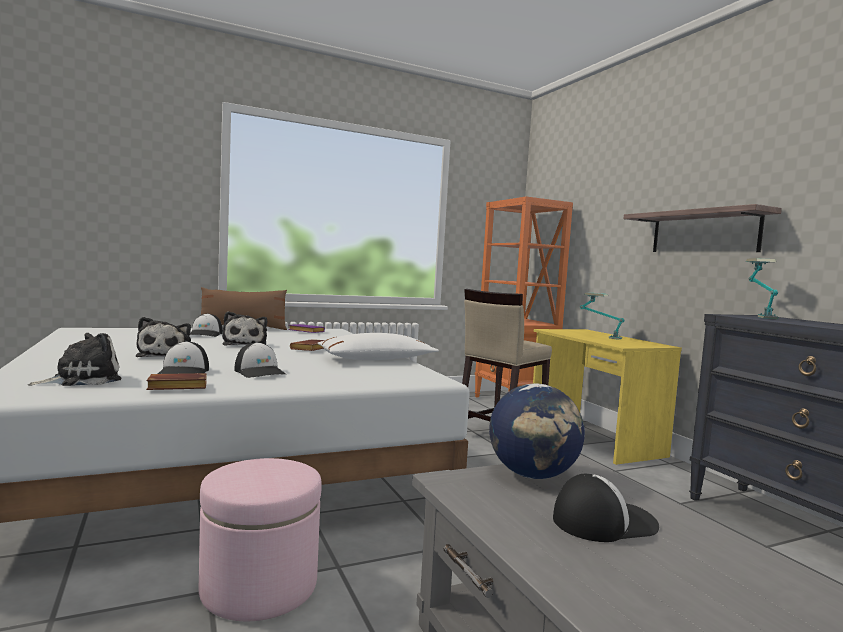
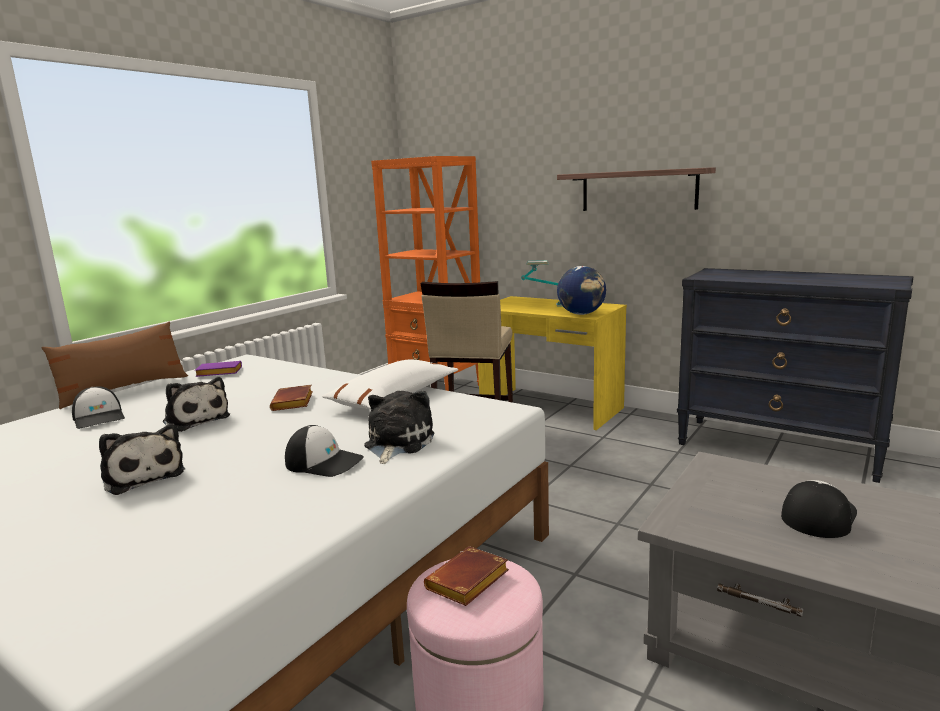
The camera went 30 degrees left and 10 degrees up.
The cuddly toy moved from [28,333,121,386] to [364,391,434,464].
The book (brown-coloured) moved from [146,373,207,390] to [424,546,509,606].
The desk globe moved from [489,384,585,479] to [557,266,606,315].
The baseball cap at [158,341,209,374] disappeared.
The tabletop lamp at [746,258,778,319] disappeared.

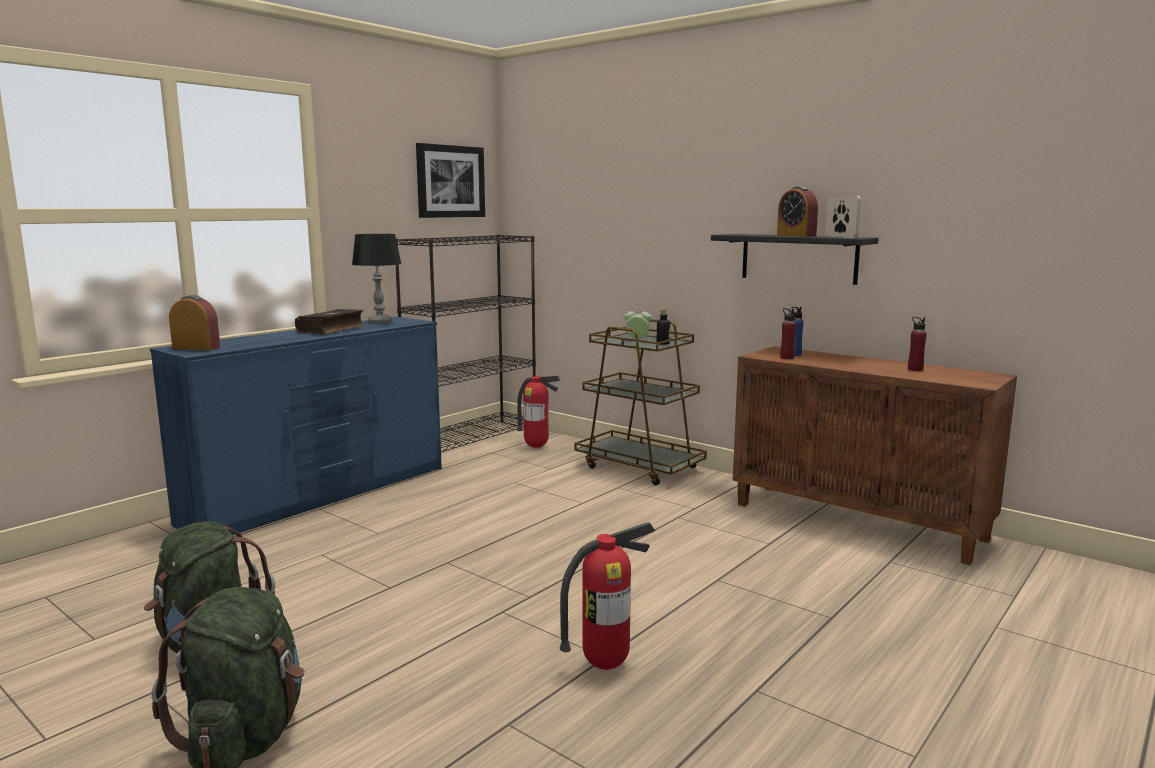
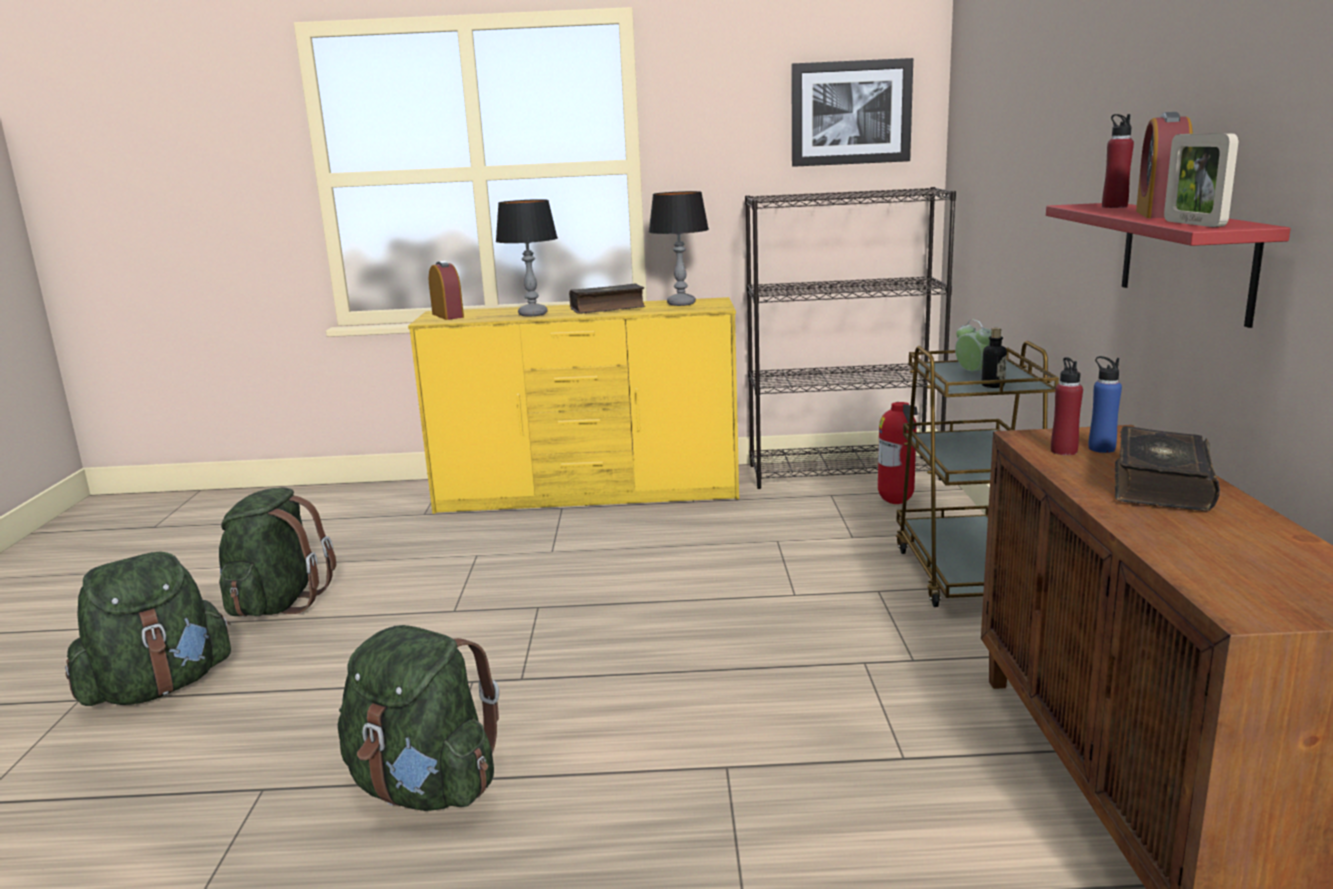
The camera went 50 degrees right and 5 degrees up.
The fire extinguisher at [560,522,655,670] was replaced by the rucksack (green-coloured) at [338,625,499,811].
The dresser (blue-coloured) at [150,317,442,535] became the dresser (yellow-coloured) at [408,297,739,514].
The tabletop lamp at [496,199,558,317] appeared.
The bracket shelf (black-coloured) at [711,234,879,285] became the bracket shelf (reddish) at [1046,203,1290,328].
The drink bottle (reddish) moved from [908,317,927,371] to [1102,114,1134,208].
The book at [1115,426,1220,511] appeared.
The standing frame at [825,196,861,238] turned 150 degrees clockwise.

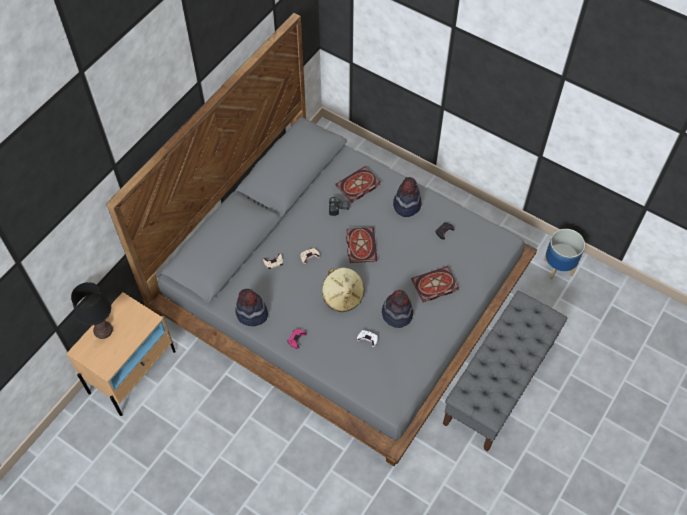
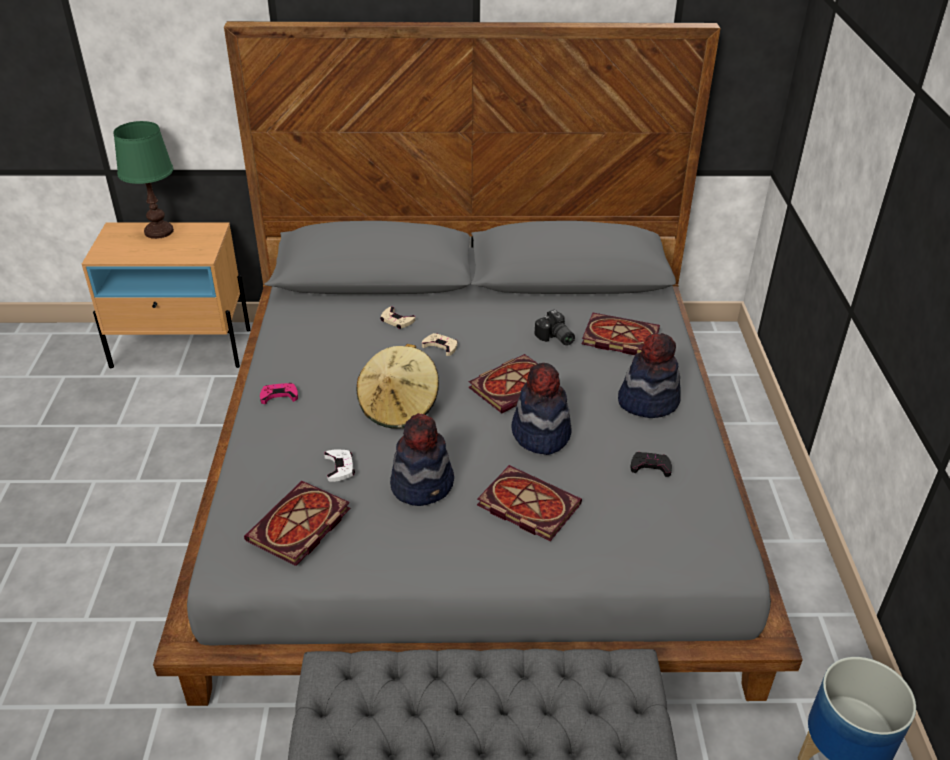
The camera went 55 degrees right and 20 degrees down.
The tabletop lamp (black-coloured) at [71,282,113,339] became the tabletop lamp (green-coloured) at [113,121,174,239].
The book at [244,481,350,566] appeared.
The clothing hat moved from [235,289,268,326] to [511,363,572,455].

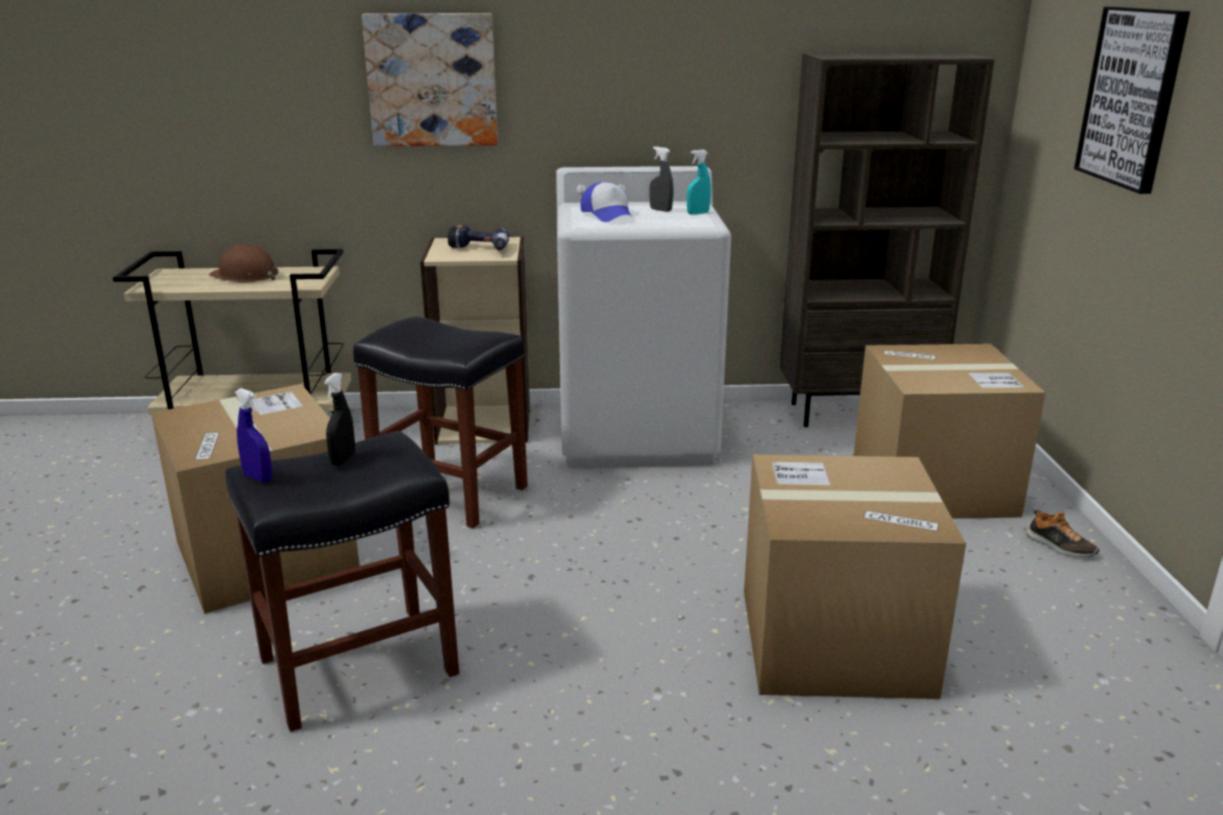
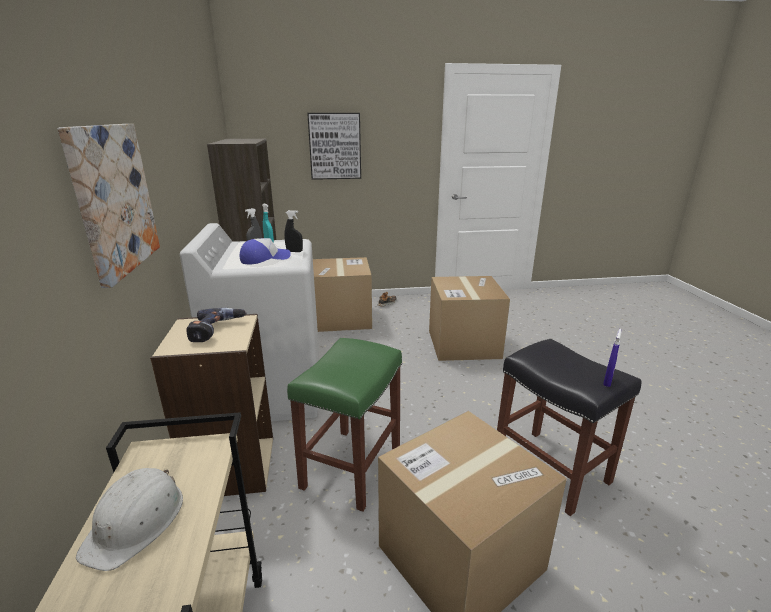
The camera went 95 degrees left and 0 degrees up.
The safety helmet (brown-coloured) at [209,244,279,282] became the safety helmet (whitish) at [76,468,183,571].
The sprayer (black-coloured) moved from [324,373,355,465] to [284,210,303,252].
The stool seat (black-coloured) at [353,316,528,528] became the stool seat (green-coloured) at [287,338,402,512].

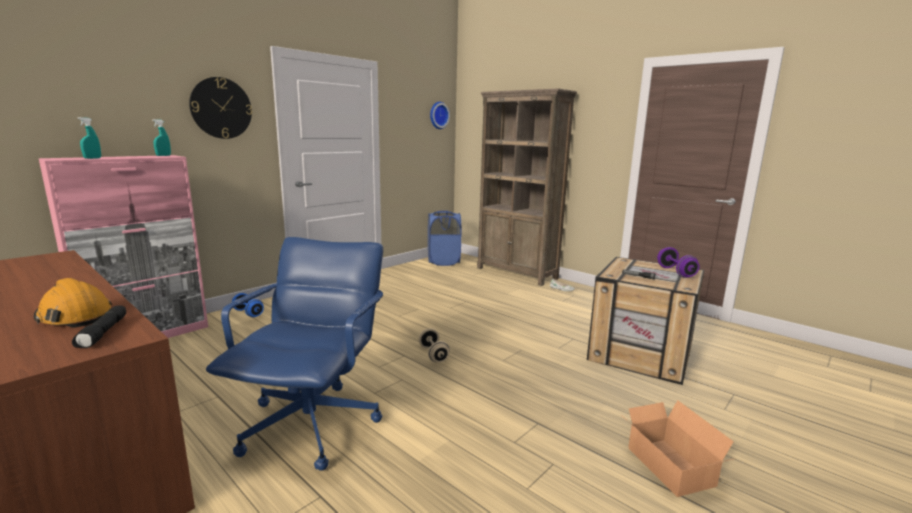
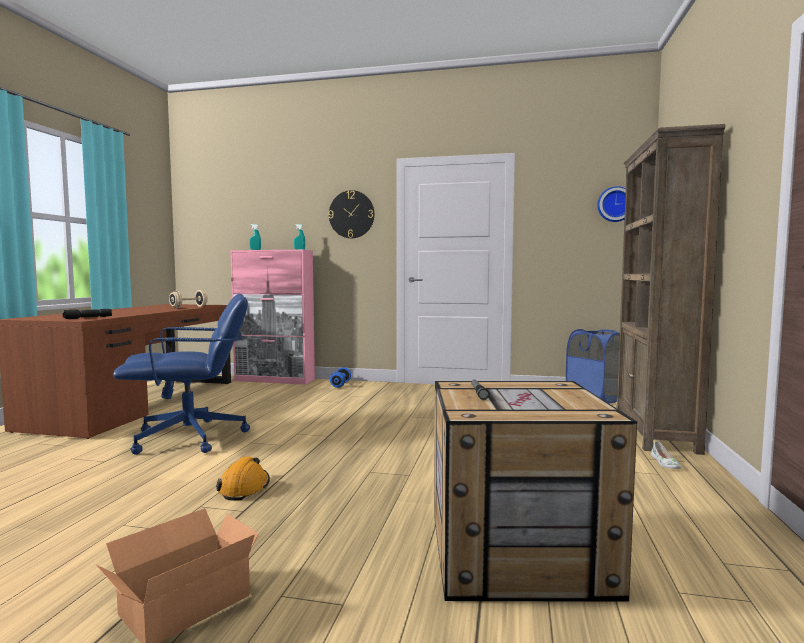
The camera went 60 degrees right and 10 degrees down.
The free weight (beige-coloured) moved from [419,328,450,363] to [169,290,208,308].
The safety helmet (orange-coloured) moved from [34,278,112,328] to [216,456,270,501].
The free weight (purple) at [657,247,700,278] disappeared.

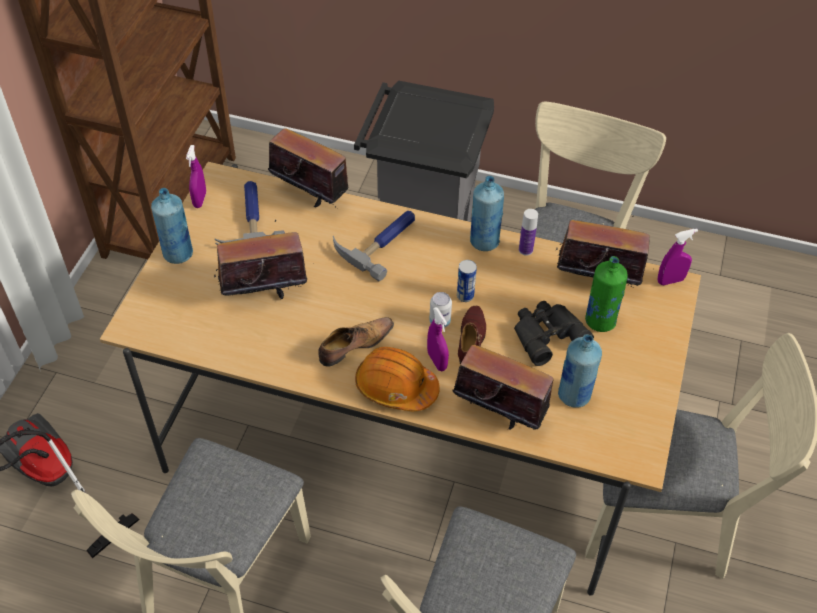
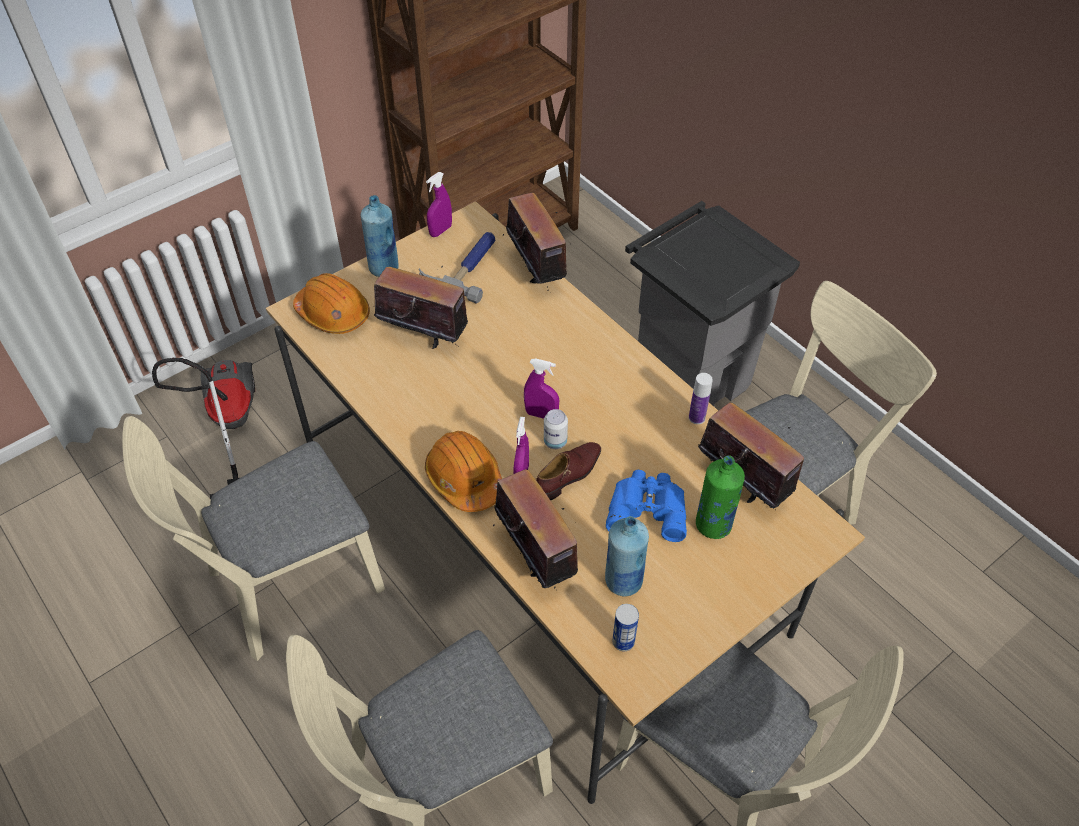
The camera went 35 degrees right and 0 degrees up.
The safety helmet (orange-coloured) at [293,273,370,334] appeared.
The sprayer (purple) moved from [658,229,698,285] to [524,359,559,419].
The field glasses (black-coloured) at [514,301,594,366] became the field glasses (blue-coloured) at [606,470,687,542].
The can moved from [457,260,477,302] to [612,604,639,651].
The low shoe at [318,317,394,367] disappeared.
The hammer at [333,211,415,281] disappeared.
The drink bottle (blue-coloured) at [470,176,504,251] disappeared.

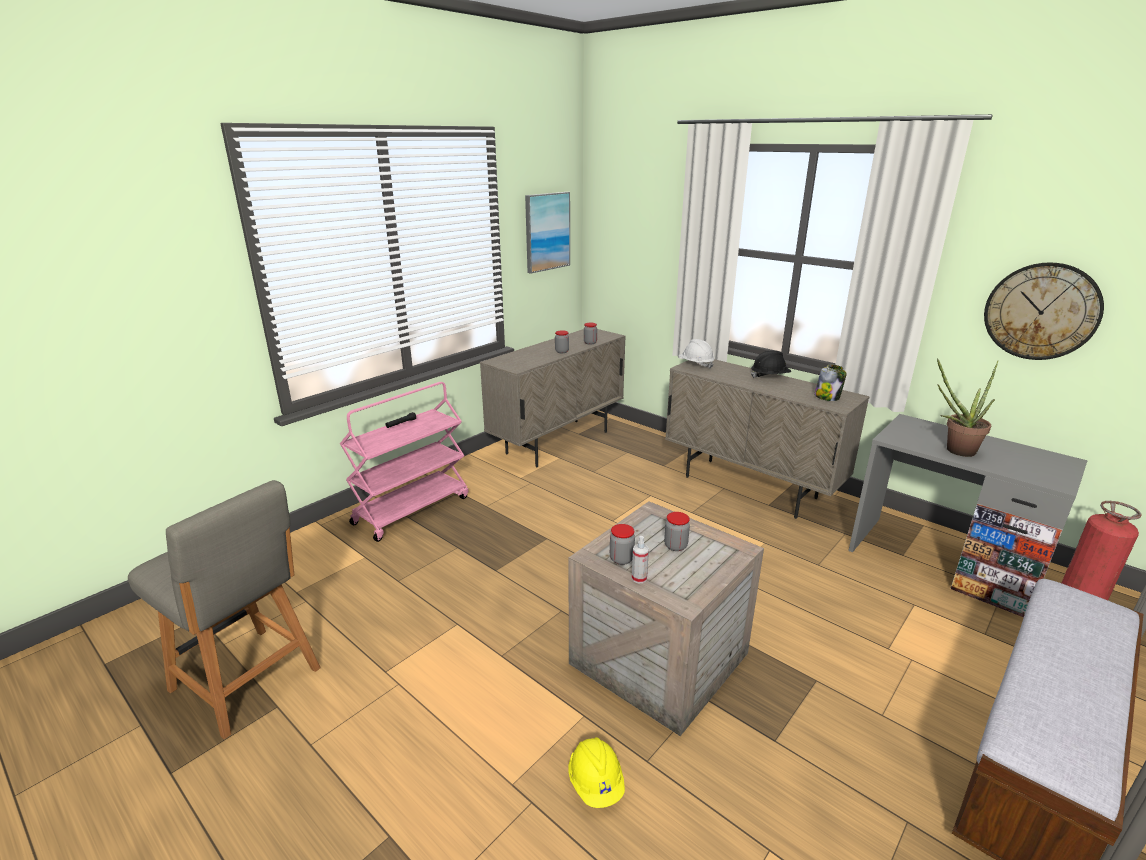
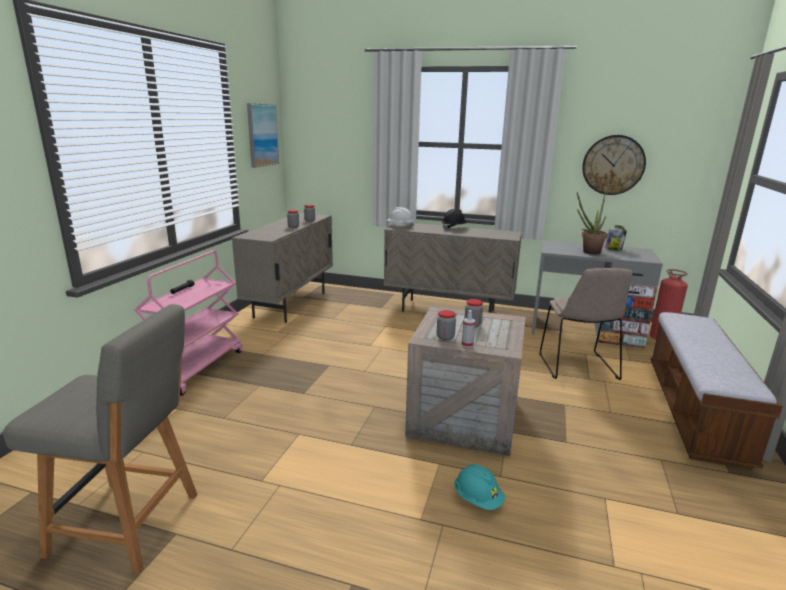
The camera went 25 degrees left and 5 degrees down.
The safety helmet (yellow-coloured) at [568,737,625,808] became the safety helmet (turquoise) at [454,464,505,510].
The chair (beige-coloured) at [539,268,632,380] appeared.
The storage jar moved from [814,365,847,401] to [604,225,627,251].

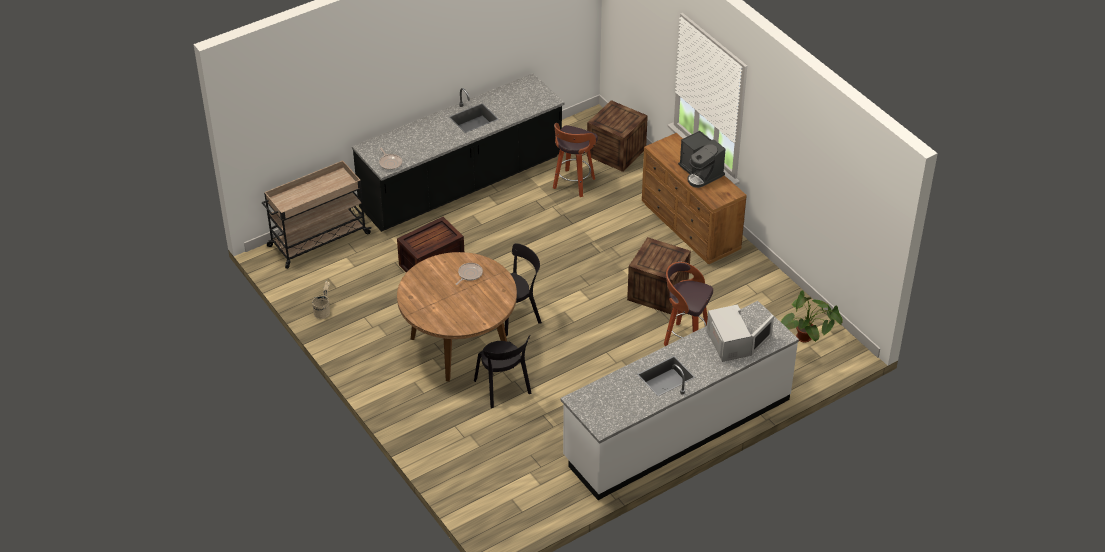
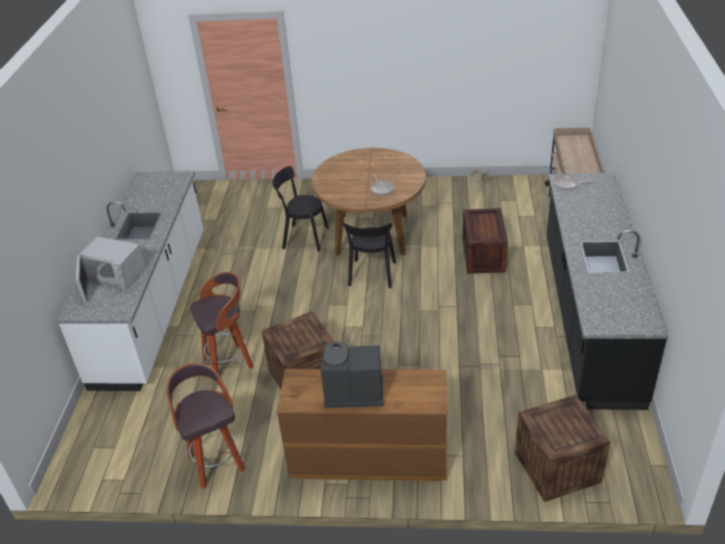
The camera went 130 degrees right and 5 degrees down.
The stool seat moved from [553,123,598,197] to [166,363,245,488].
The plant in a pot at [781,290,843,343] disappeared.

